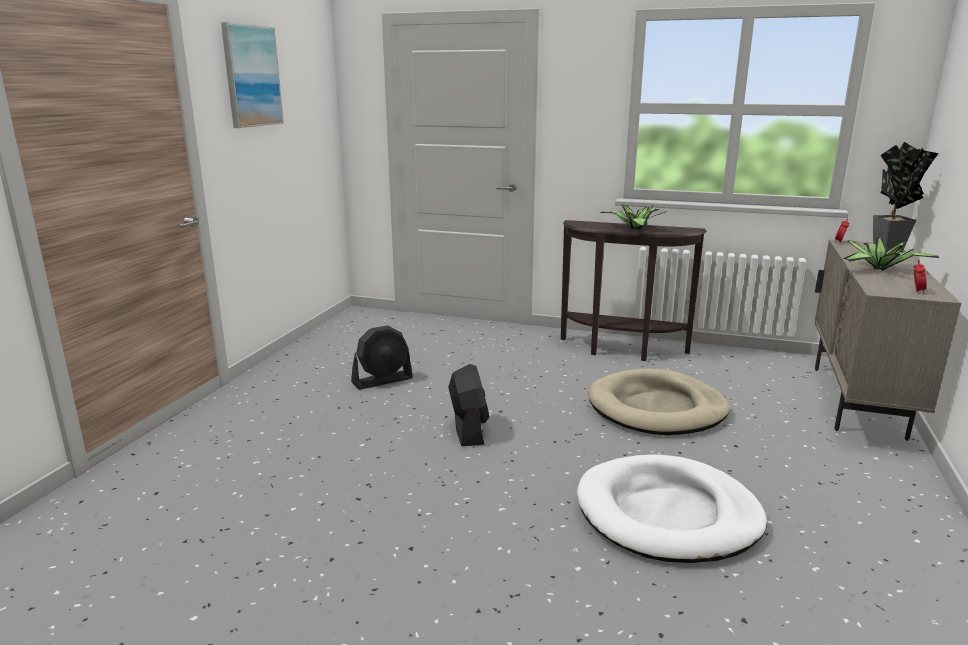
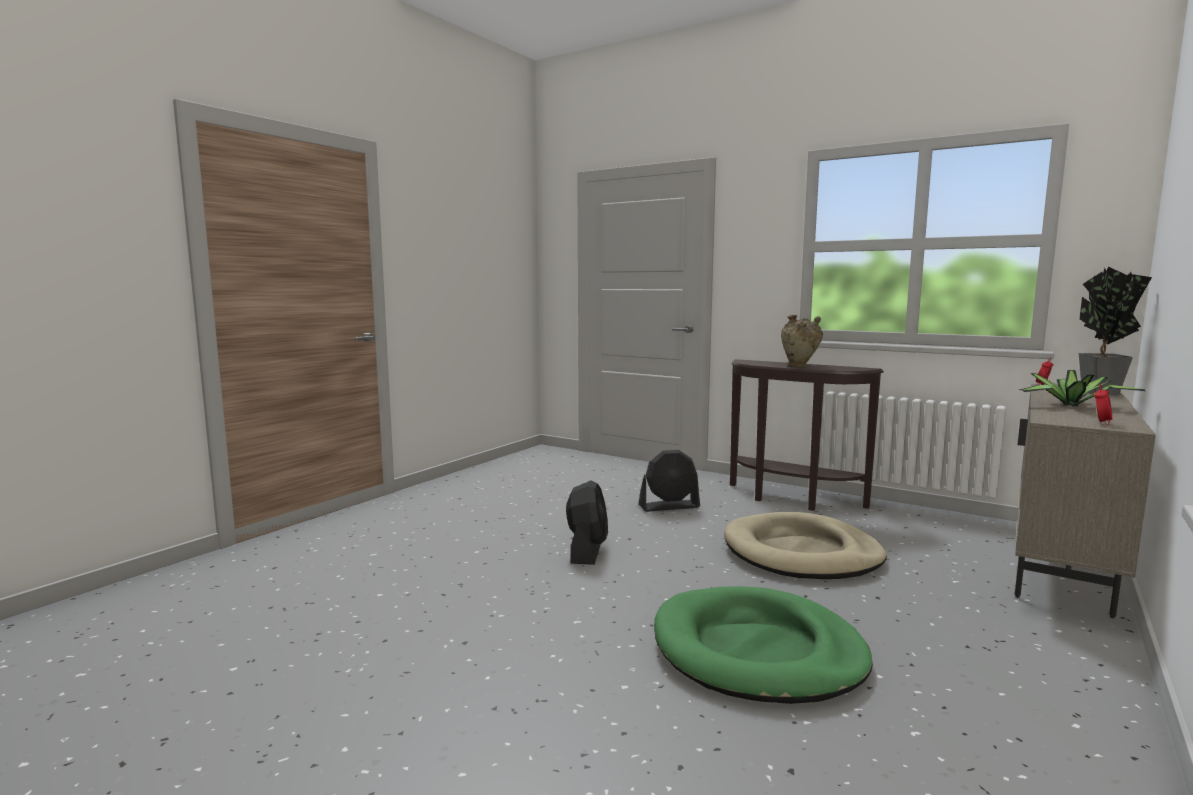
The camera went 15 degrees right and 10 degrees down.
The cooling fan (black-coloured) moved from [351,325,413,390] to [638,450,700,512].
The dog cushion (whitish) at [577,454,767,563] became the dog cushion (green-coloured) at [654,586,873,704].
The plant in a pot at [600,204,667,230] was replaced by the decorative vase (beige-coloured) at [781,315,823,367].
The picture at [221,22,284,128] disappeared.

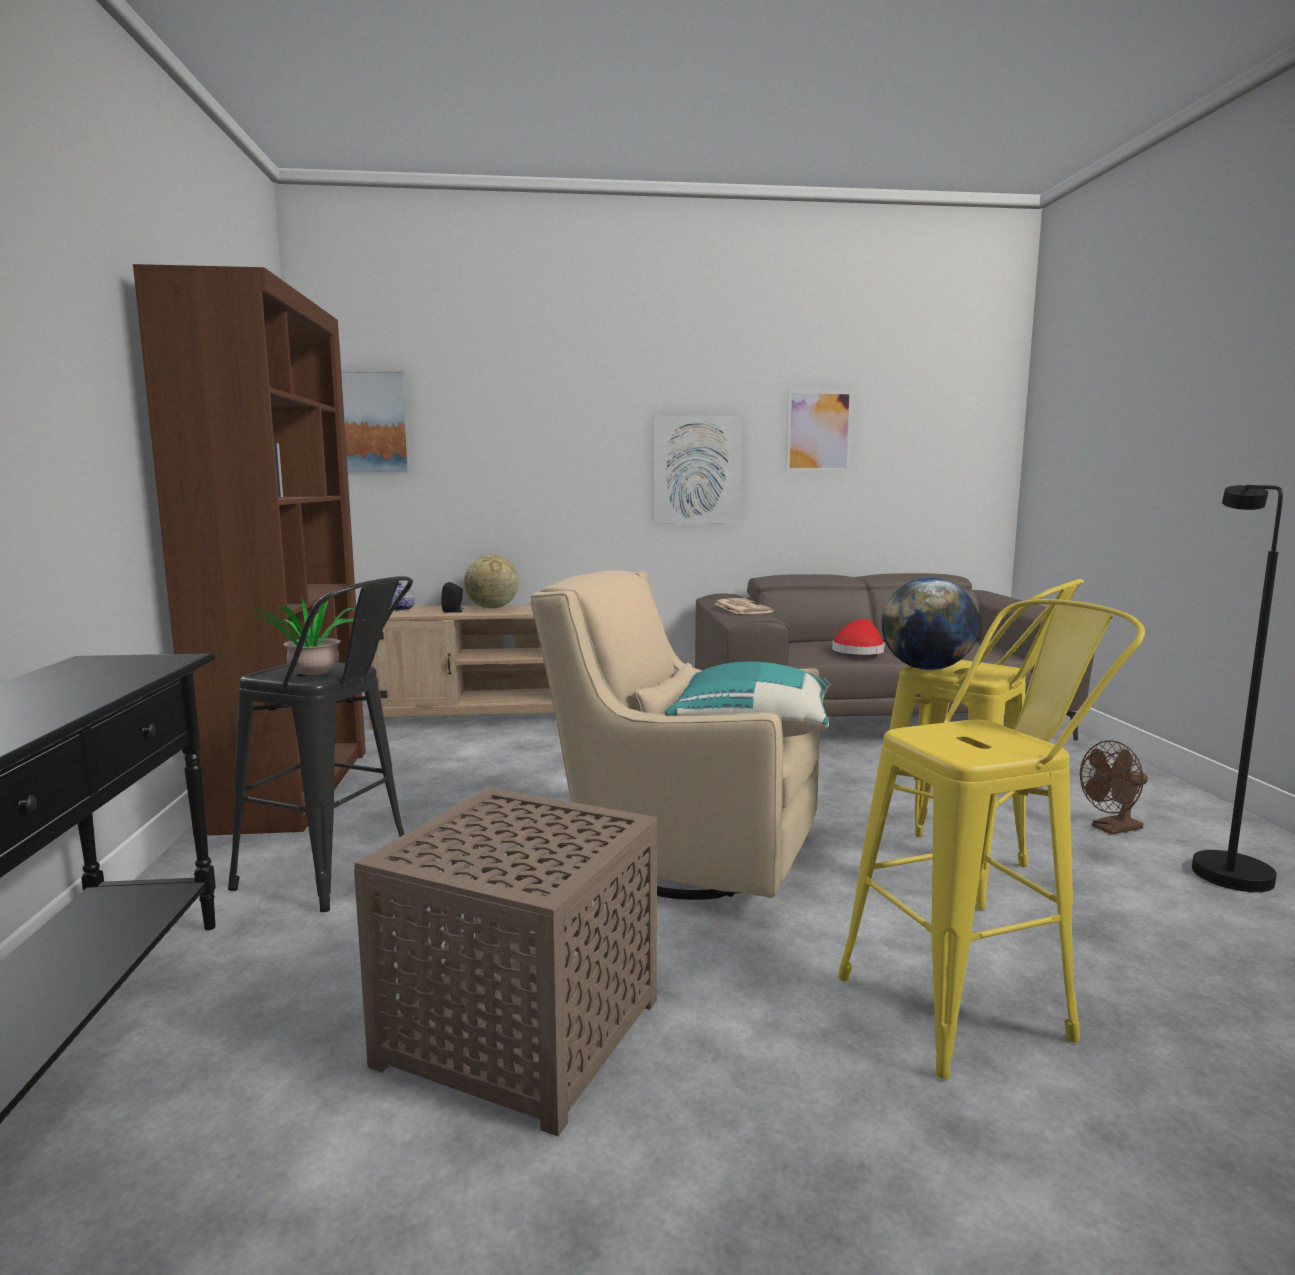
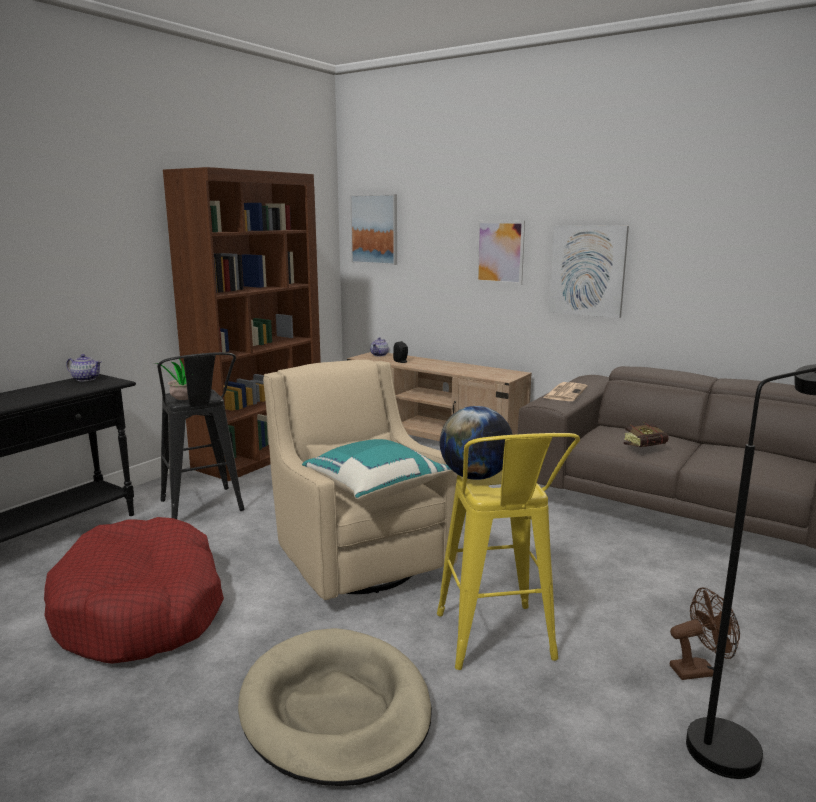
The camera went 40 degrees right and 5 degrees up.
The side table (brown-coloured) at [354,787,658,1137] was replaced by the dog cushion (reddish) at [44,517,224,664].
The pot for tea at [66,354,102,381] appeared.
The stool seat (yellow-coloured) at [838,599,1145,1079] was replaced by the dog cushion (beige-coloured) at [238,628,432,786].
The picture moved from [785,390,853,472] to [476,220,525,285].
The clothing hat (reddish) at [832,619,885,655] was replaced by the book at [624,422,669,447].
The cooling fan (brown-coloured) at [1080,740,1148,835] turned 150 degrees clockwise.
The desk globe at [464,554,519,608] disappeared.

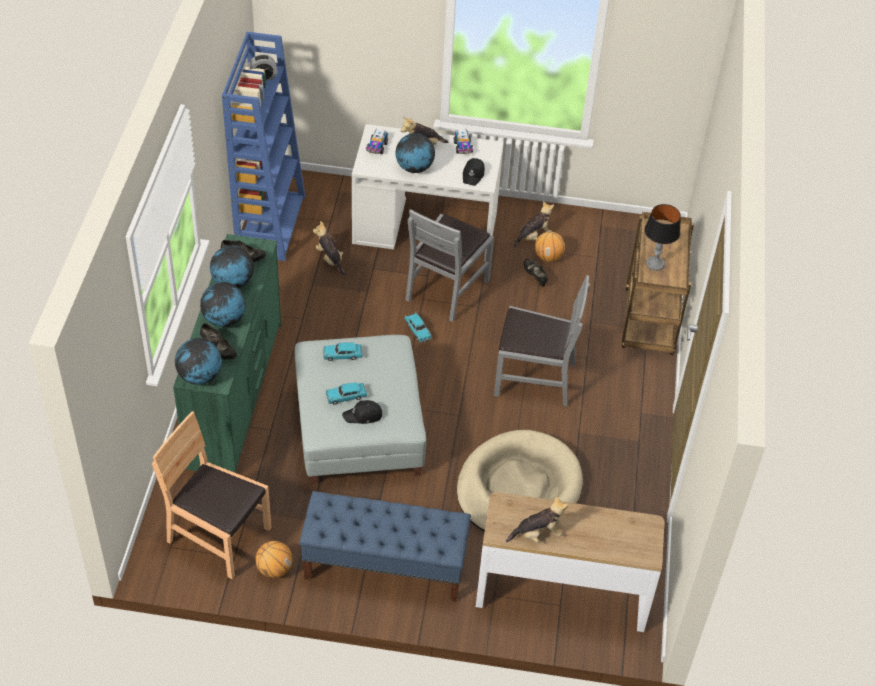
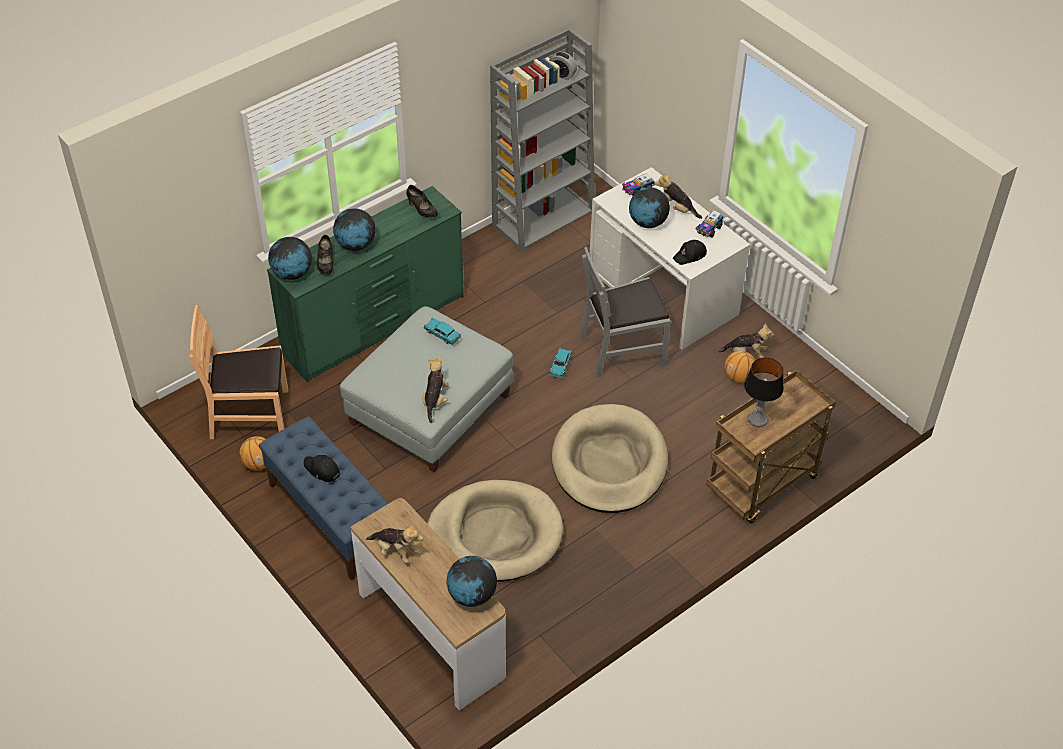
The camera went 45 degrees right and 0 degrees up.
The chair (brown-coloured) at [152,411,272,579] turned 75 degrees counterclockwise.
The baseball cap (black-coloured) moved from [342,400,382,424] to [304,455,340,482].
The cuddly toy moved from [313,221,346,275] to [423,356,449,423].
The desk globe moved from [210,246,254,288] to [447,556,497,607].
The bookshelf (blue-coloured) at [222,32,305,261] became the bookshelf (gray) at [490,28,595,252].
The chair (gray) at [494,275,590,406] was replaced by the dog cushion (beige-coloured) at [552,404,668,513].
The toy car (turquoise) at [326,382,367,405] disappeared.
The low shoe (black-coloured) at [524,259,548,287] disappeared.

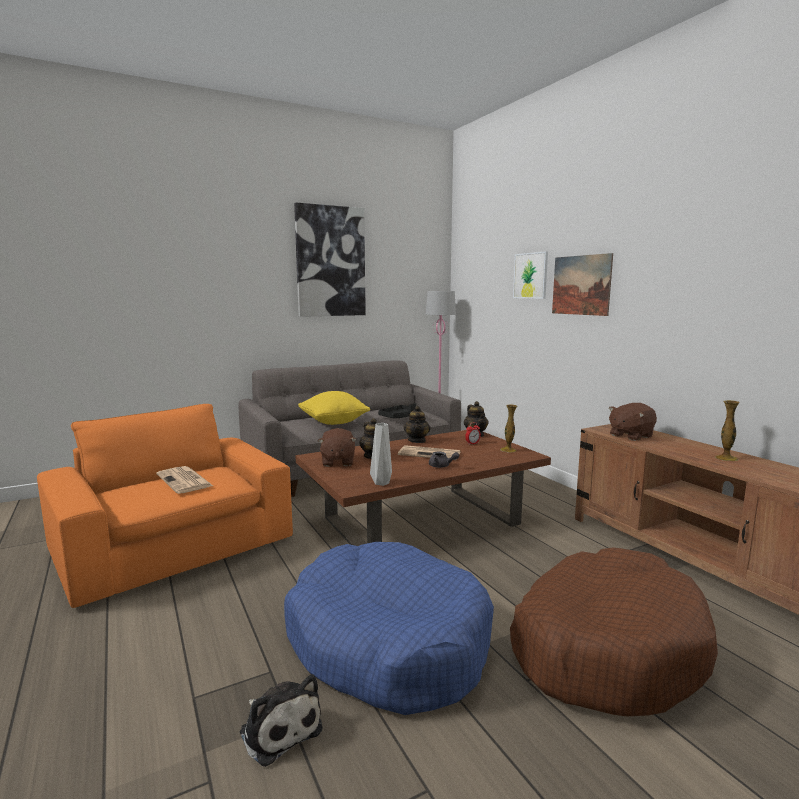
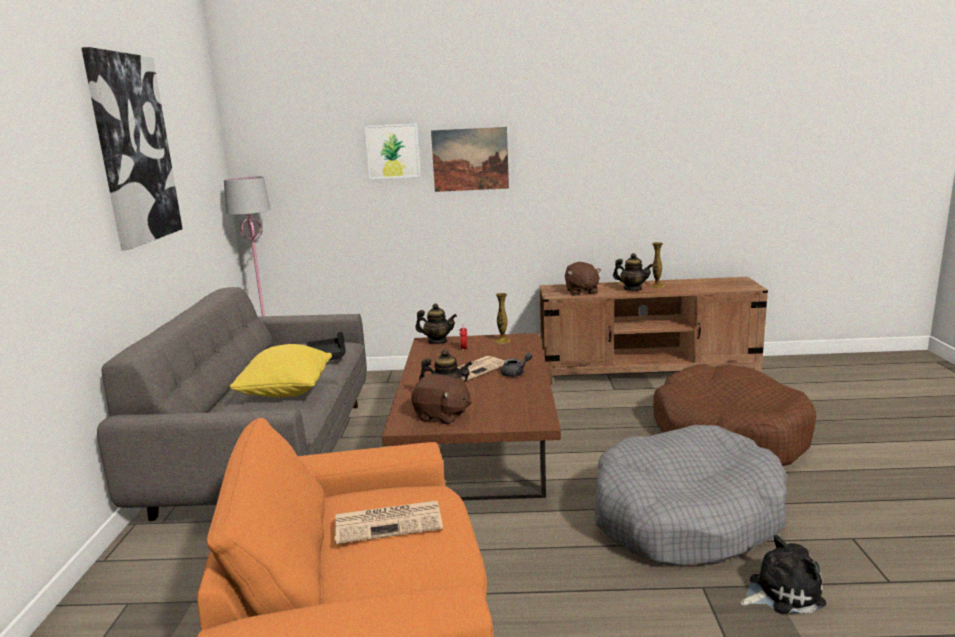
The camera went 60 degrees left and 5 degrees up.
The dog cushion (blue-coloured) at [284,542,494,715] became the dog cushion (gray) at [595,425,787,565].
The pot for tea moved from [404,406,431,443] to [613,253,653,291].
The decorative vase (gray) at [370,423,392,486] disappeared.

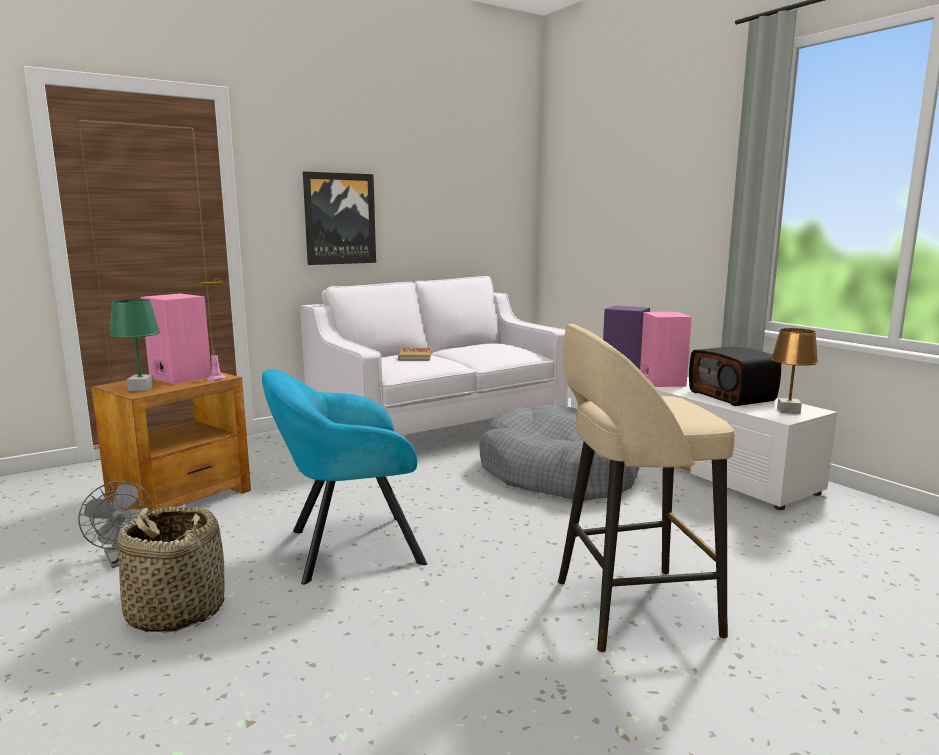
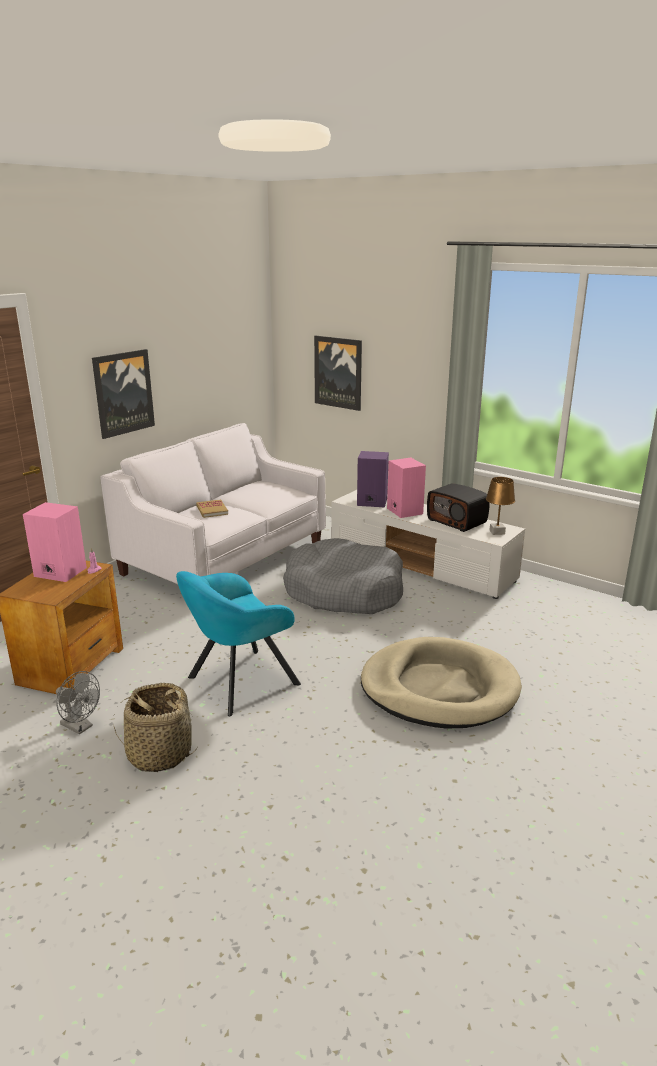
The camera went 20 degrees left and 10 degrees up.
The picture at [314,336,362,411] appeared.
The stool seat (beige-coloured) at [558,324,735,653] was replaced by the dog cushion (beige-coloured) at [361,637,522,729].
The tabletop lamp (green-coloured) at [109,299,160,391] disappeared.

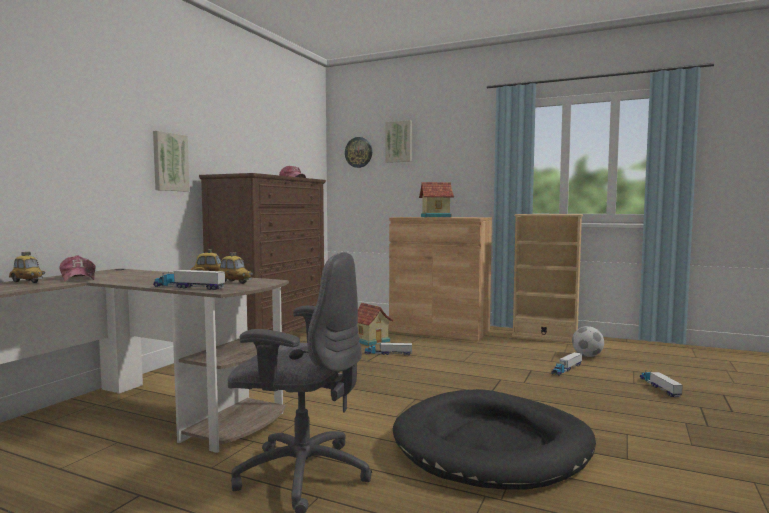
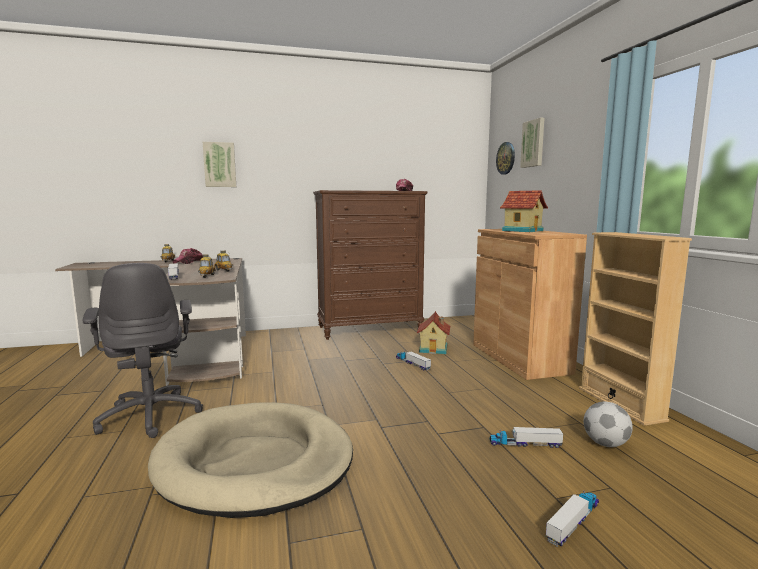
The camera went 50 degrees right and 5 degrees up.
The dog cushion (black-coloured) at [393,389,596,490] became the dog cushion (beige-coloured) at [148,402,353,518].
The picture moved from [153,131,190,191] to [203,142,236,187].

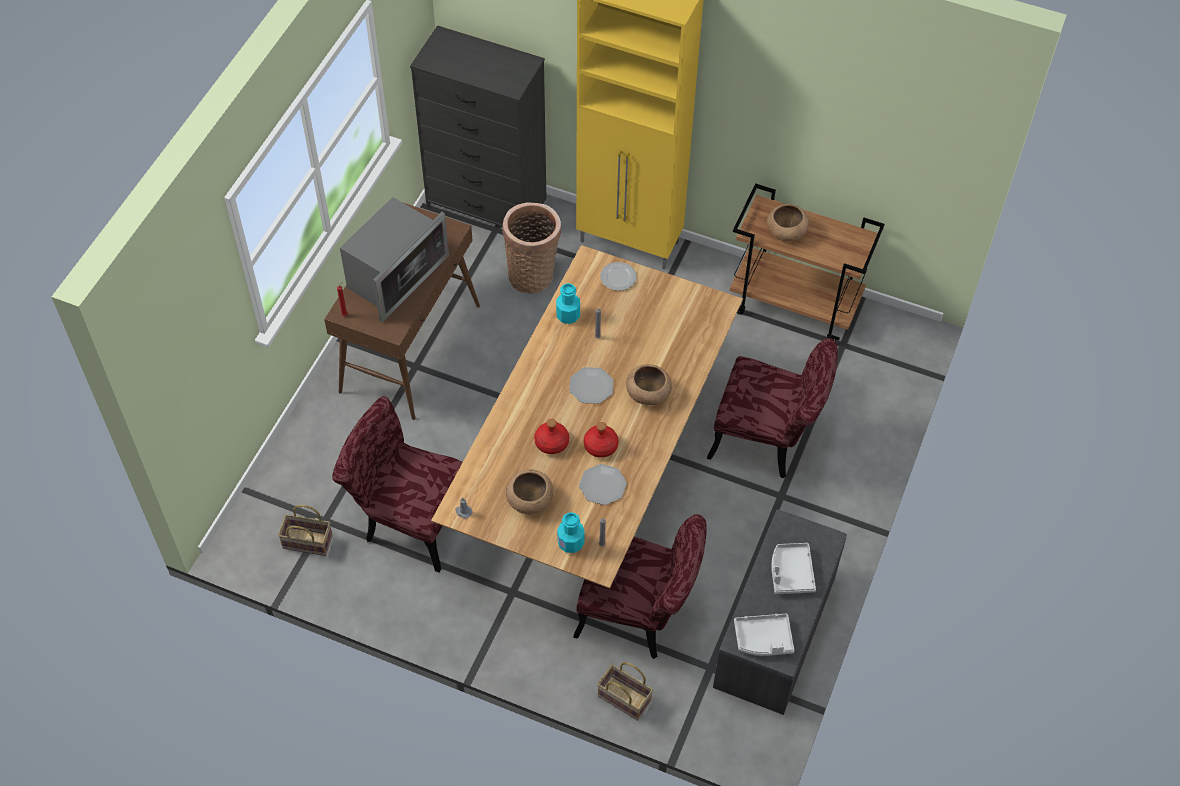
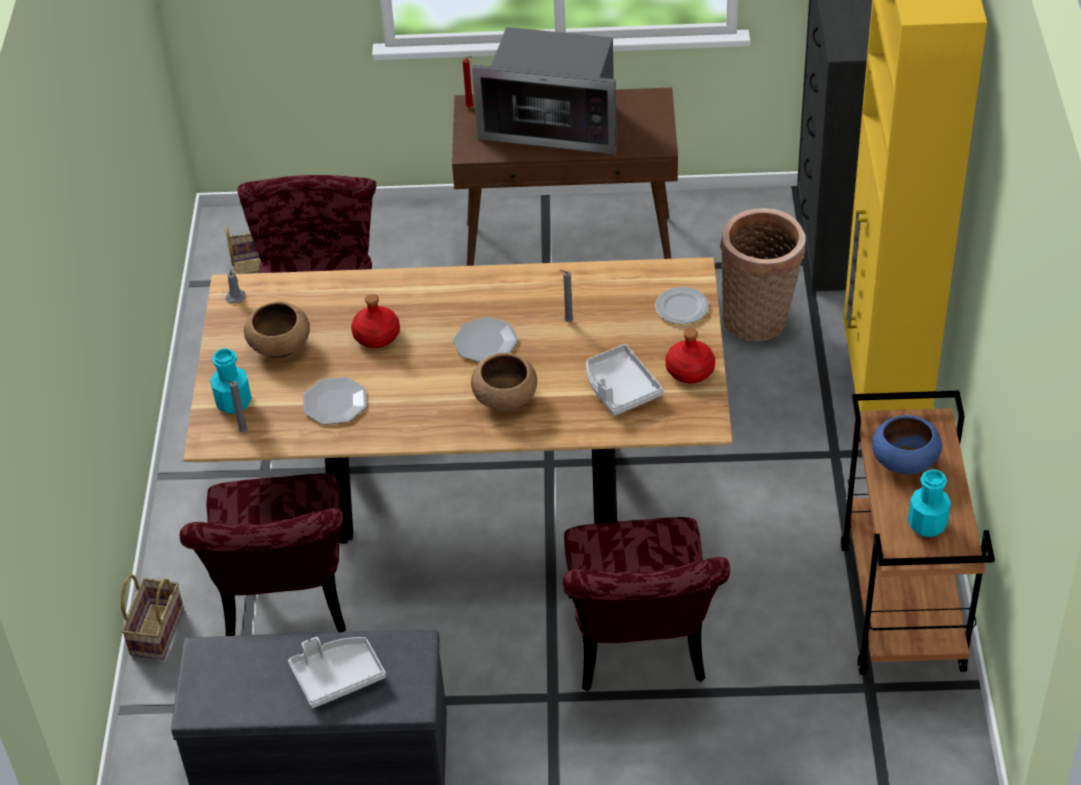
The camera went 70 degrees right and 10 degrees down.
The carrying tray (gray) moved from [734,614,794,656] to [586,344,663,416].
The drink bottle (reddish) moved from [584,422,619,458] to [666,328,715,383].
The bowl (brown-coloured) at [767,204,809,241] became the bowl (blue-coloured) at [872,415,942,475].
The drink bottle (turquoise) moved from [556,283,580,324] to [908,469,951,537].

